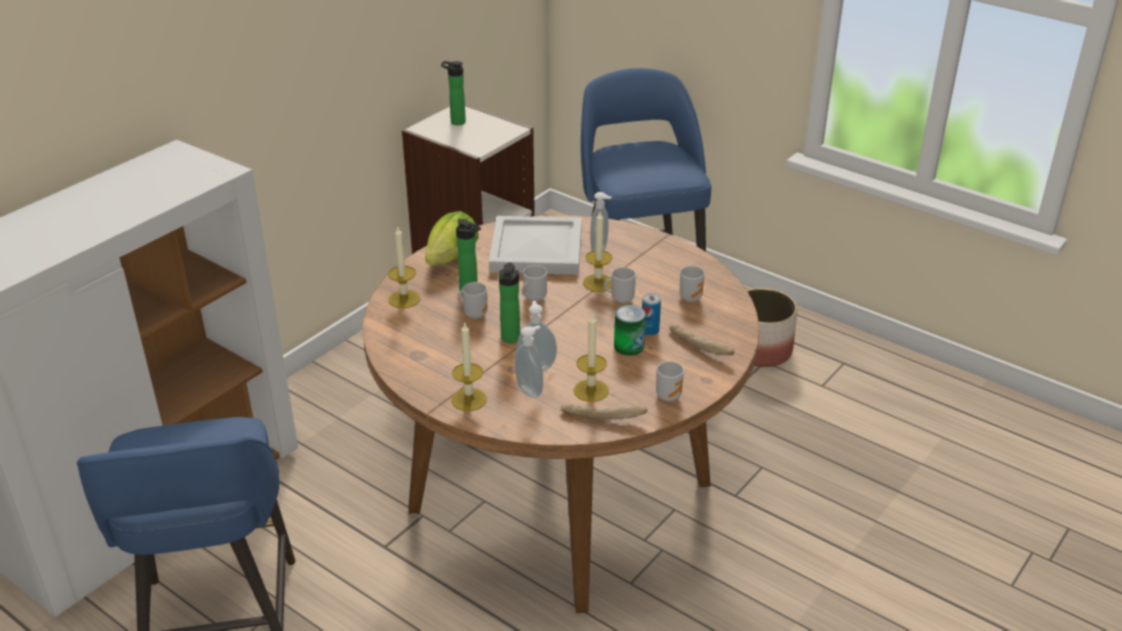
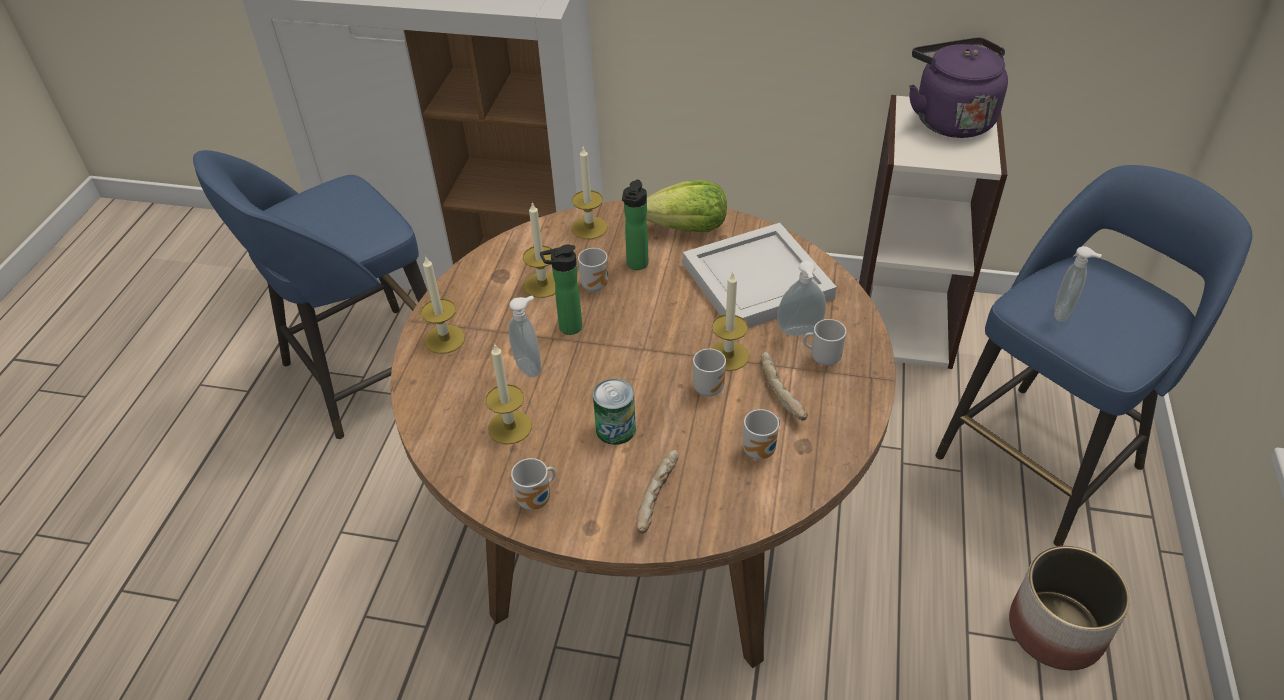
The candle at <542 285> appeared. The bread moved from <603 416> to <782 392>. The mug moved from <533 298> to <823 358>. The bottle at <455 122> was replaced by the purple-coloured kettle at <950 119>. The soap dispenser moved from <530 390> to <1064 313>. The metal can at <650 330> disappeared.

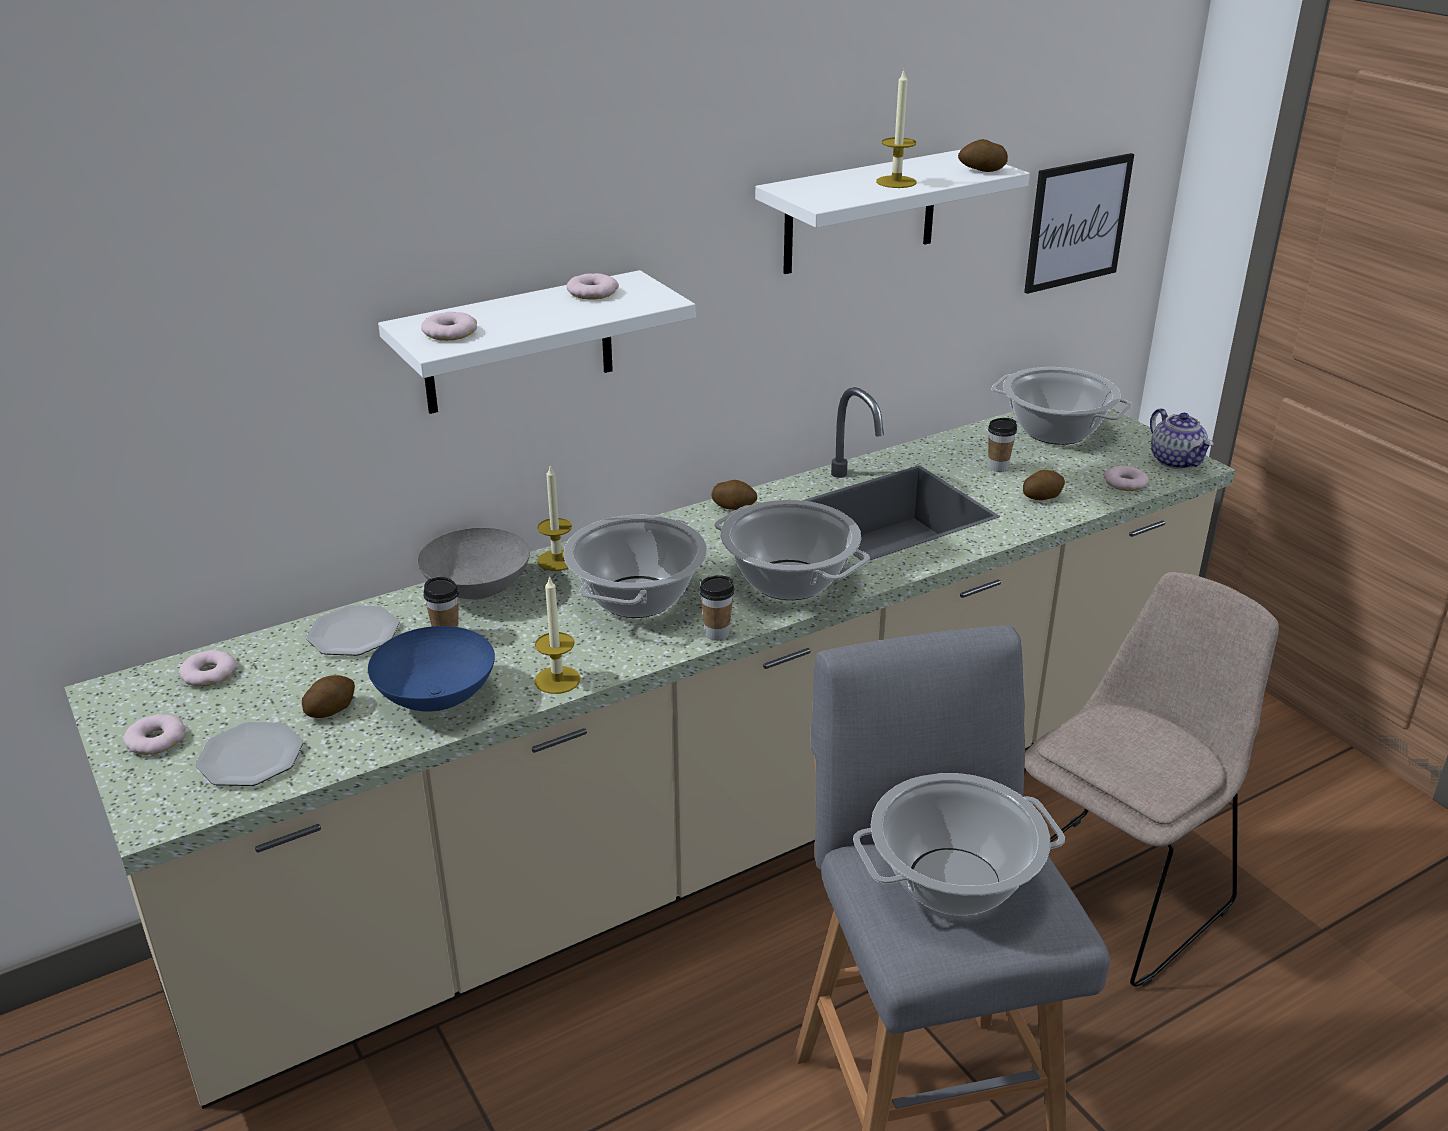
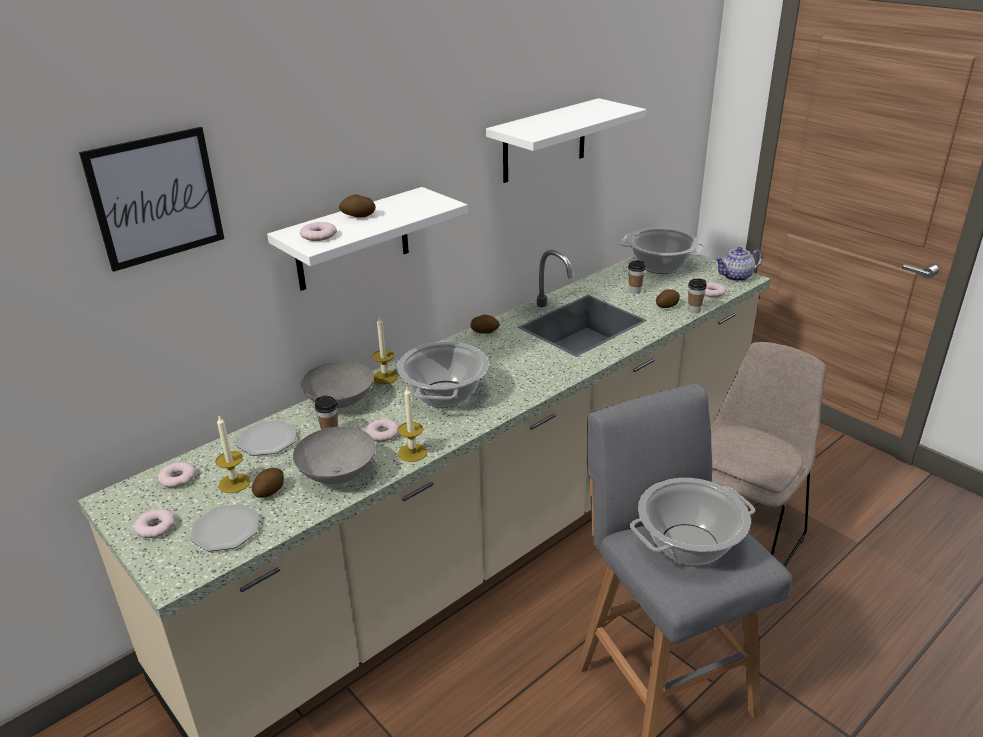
The picture moved from <1077 223> to <156 198>. The candle moved from <896 182> to <234 483>. The blue-coloured serving bowl at <438 699> became the greyish serving bowl at <339 475>. The whole potato moved from <981 170> to <358 216>. The doughnut moved from <592 292> to <383 433>. The cup moved from <717 633> to <694 310>. The teapot at <1176 461> turned 105 degrees clockwise. The saucepot at <788 581> disappeared.

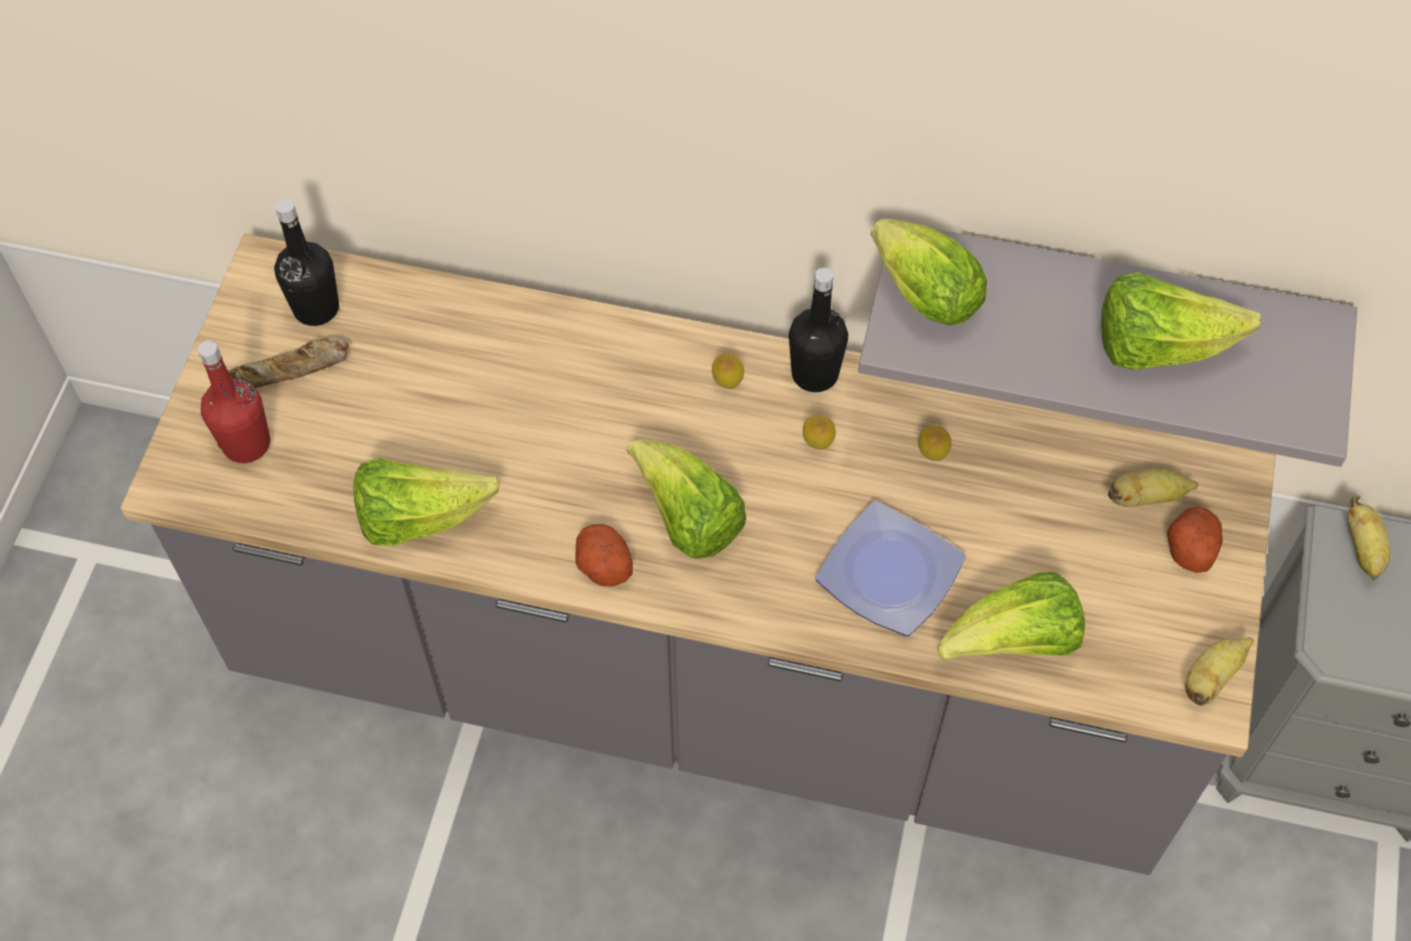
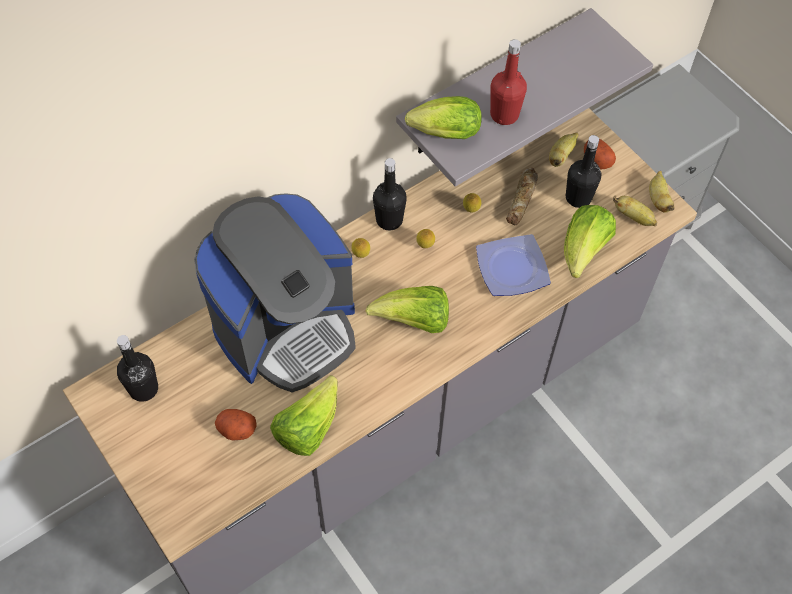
The coffee brewer at <286 327> appeared. The whole potato moved from <602 564> to <236 429>. The red-coloured bottle moved from <246 444> to <504 114>. The bread moved from <289 370> to <522 199>. The black bottle at <578 197> appeared. The whole banana moved from <1363 550> to <634 217>. The head of lettuce at <1157 347> disappeared.

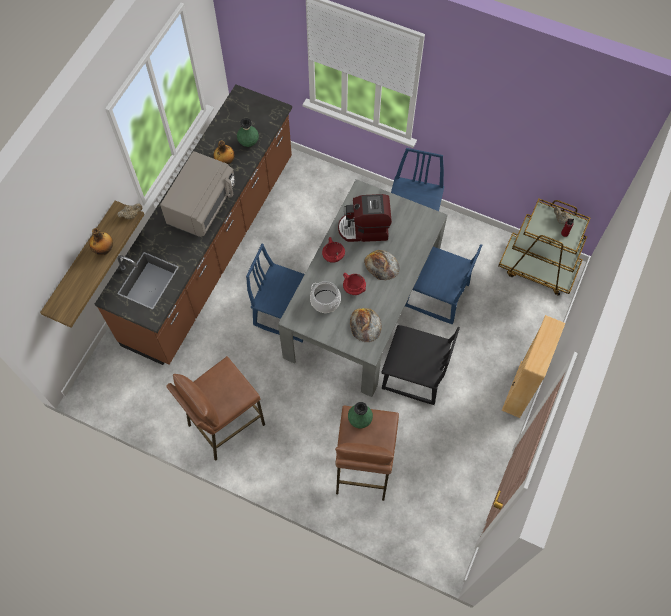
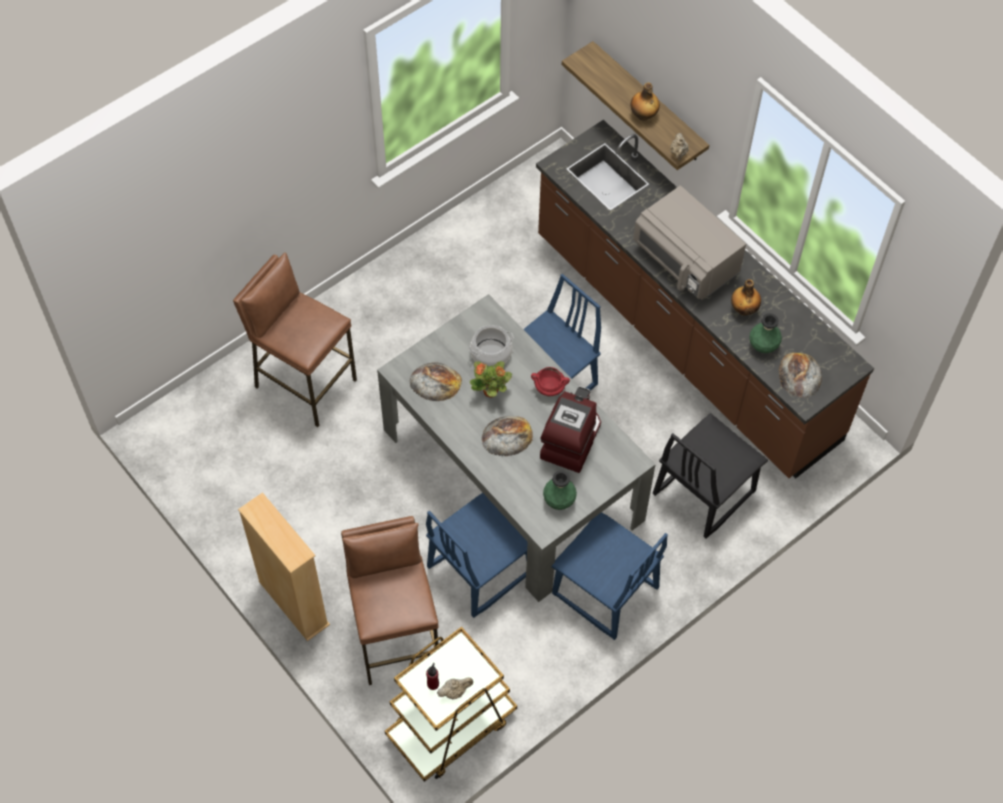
The brown-coloured stool moved from <225 424> to <396 636>. The red-coloured saucepot at <354 288> was replaced by the houseplant at <491 392>. The green flower vase moved from <359 420> to <559 501>. The black upright chair moved from <414 375> to <703 492>. The bread at <799 375> appeared.

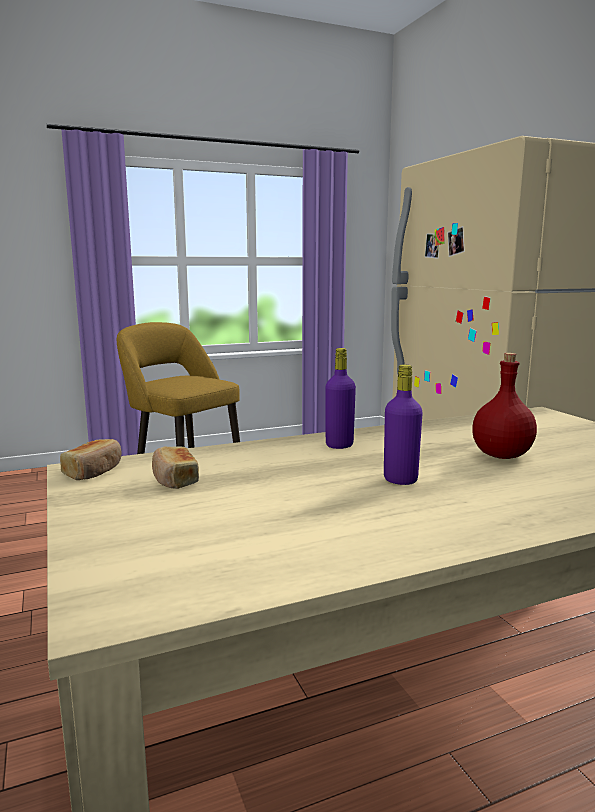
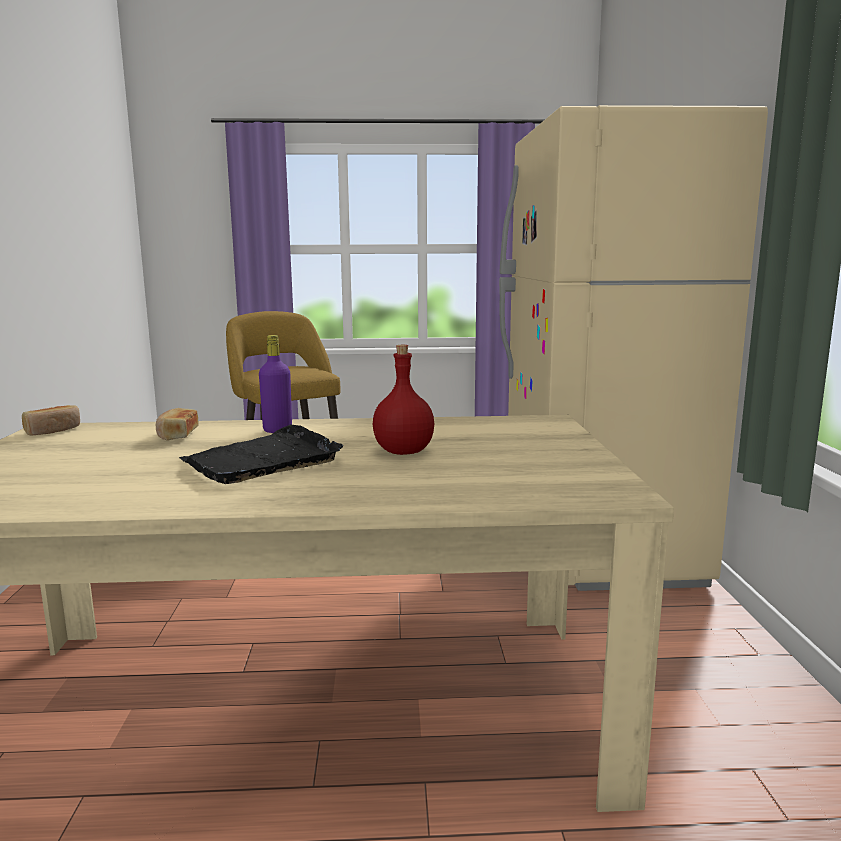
The bread moved from <174 480> to <177 435>. The purple-coloured bottle at <400 480> was replaced by the black carrying tray at <263 460>.

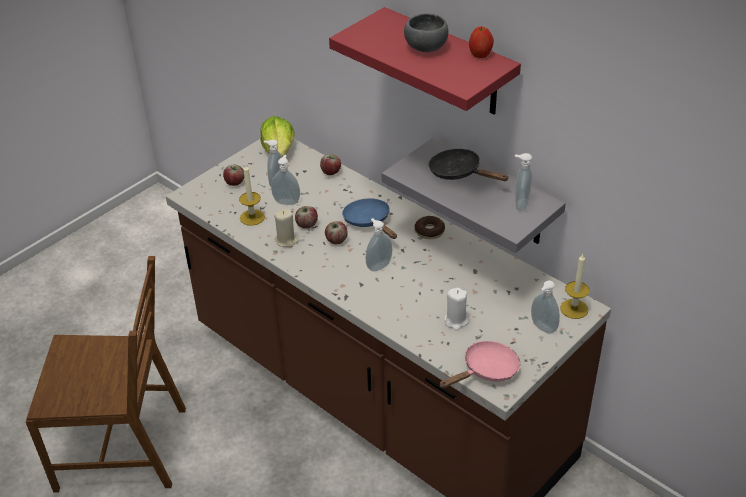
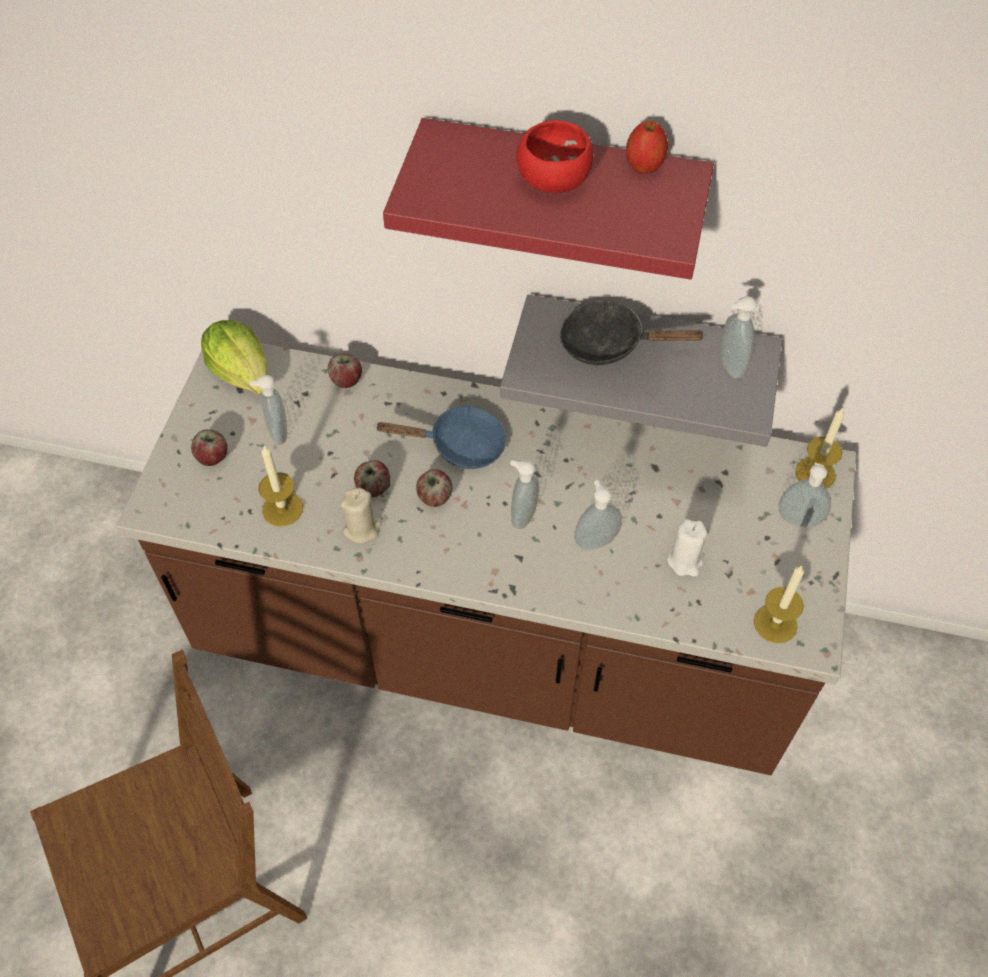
The blue-coloured pan at <369 222> turned 150 degrees clockwise. The greyish serving bowl at <426 48> became the red-coloured serving bowl at <555 182>. The soap dispenser moved from <287 201> to <595 540>. The pinkish pan at <486 371> was replaced by the candle at <775 623>. The doughnut at <429 231> disappeared.

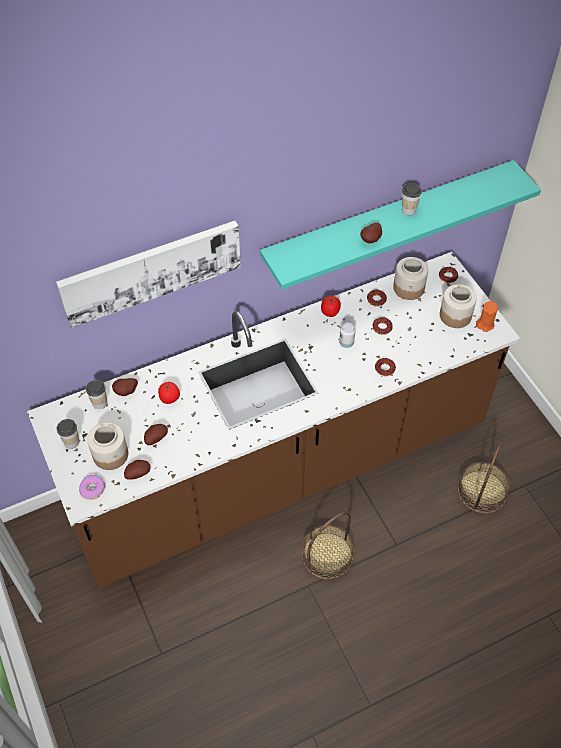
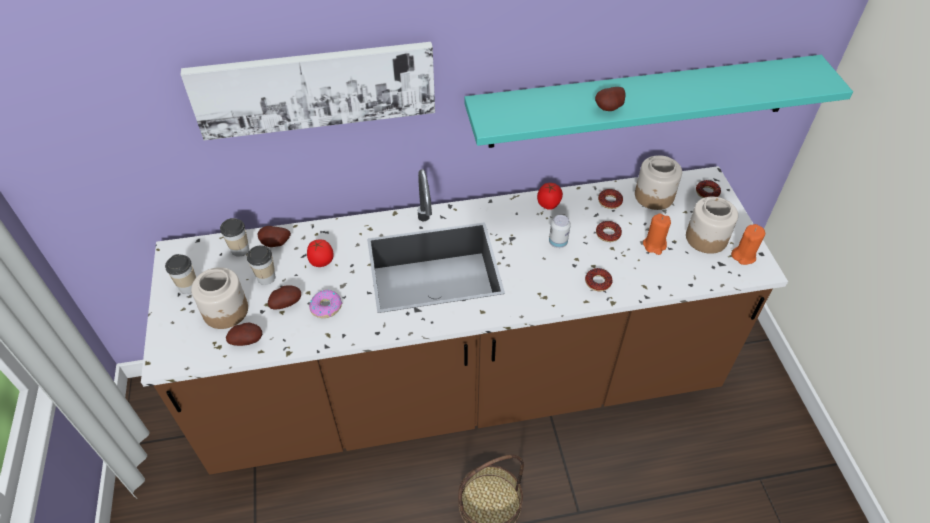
The cup moved from <408 210> to <266 277>. The doughnut moved from <92 489> to <326 307>. The orangey candle at <654 245> appeared. The storage basket at <482 491> disappeared.

